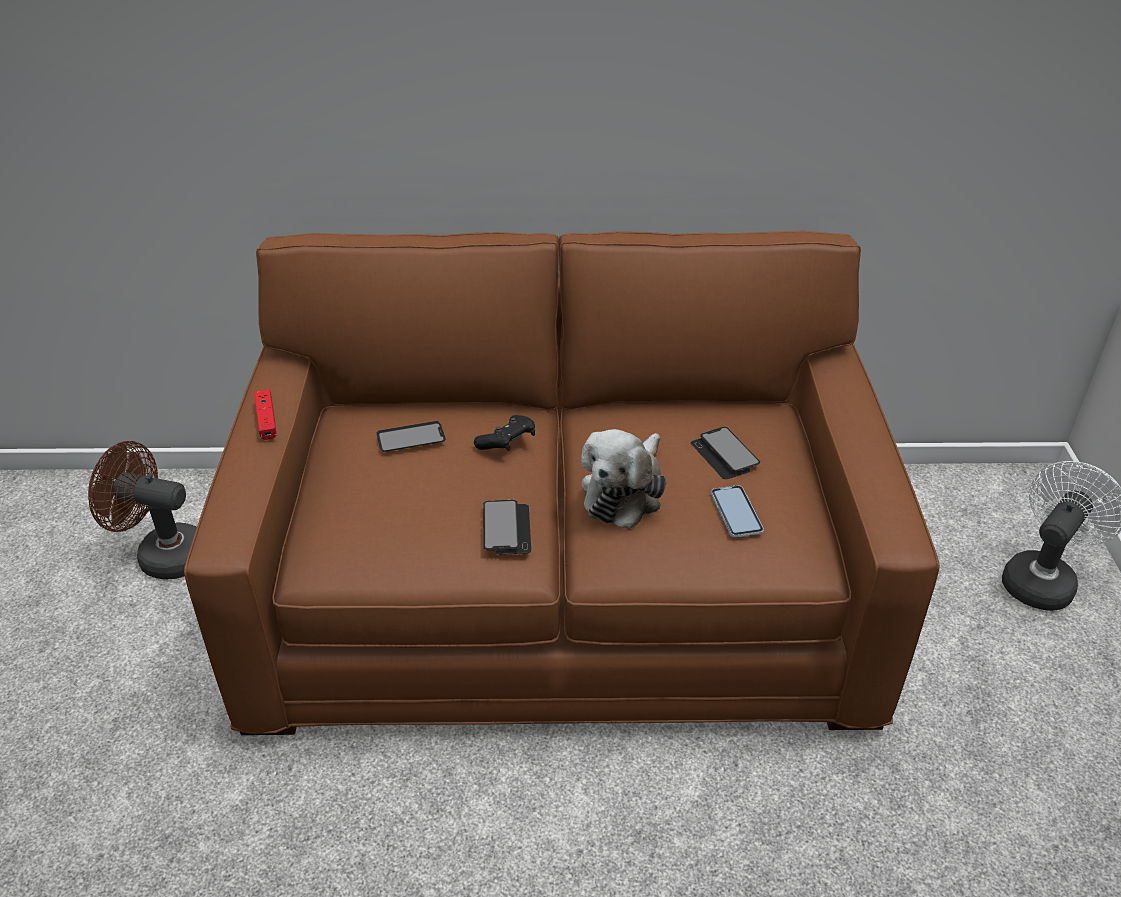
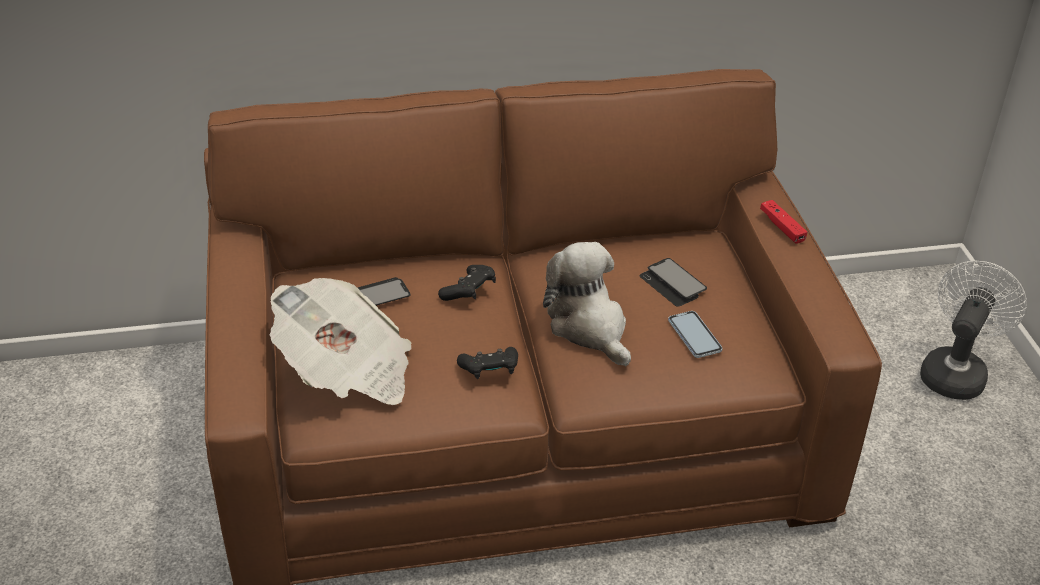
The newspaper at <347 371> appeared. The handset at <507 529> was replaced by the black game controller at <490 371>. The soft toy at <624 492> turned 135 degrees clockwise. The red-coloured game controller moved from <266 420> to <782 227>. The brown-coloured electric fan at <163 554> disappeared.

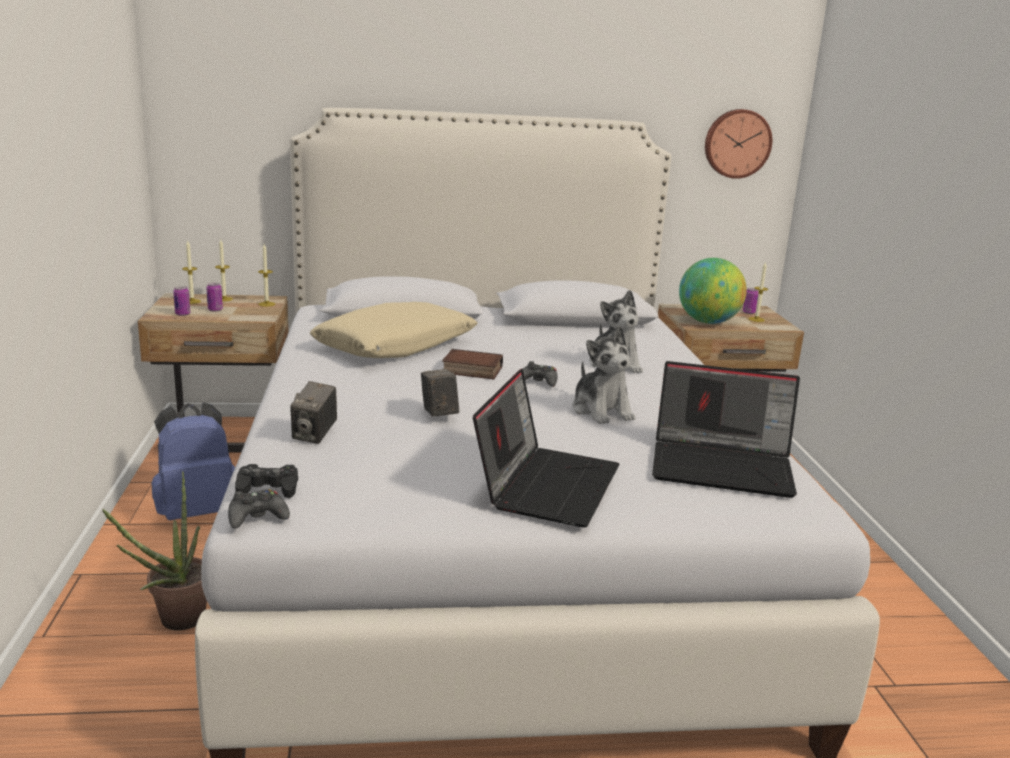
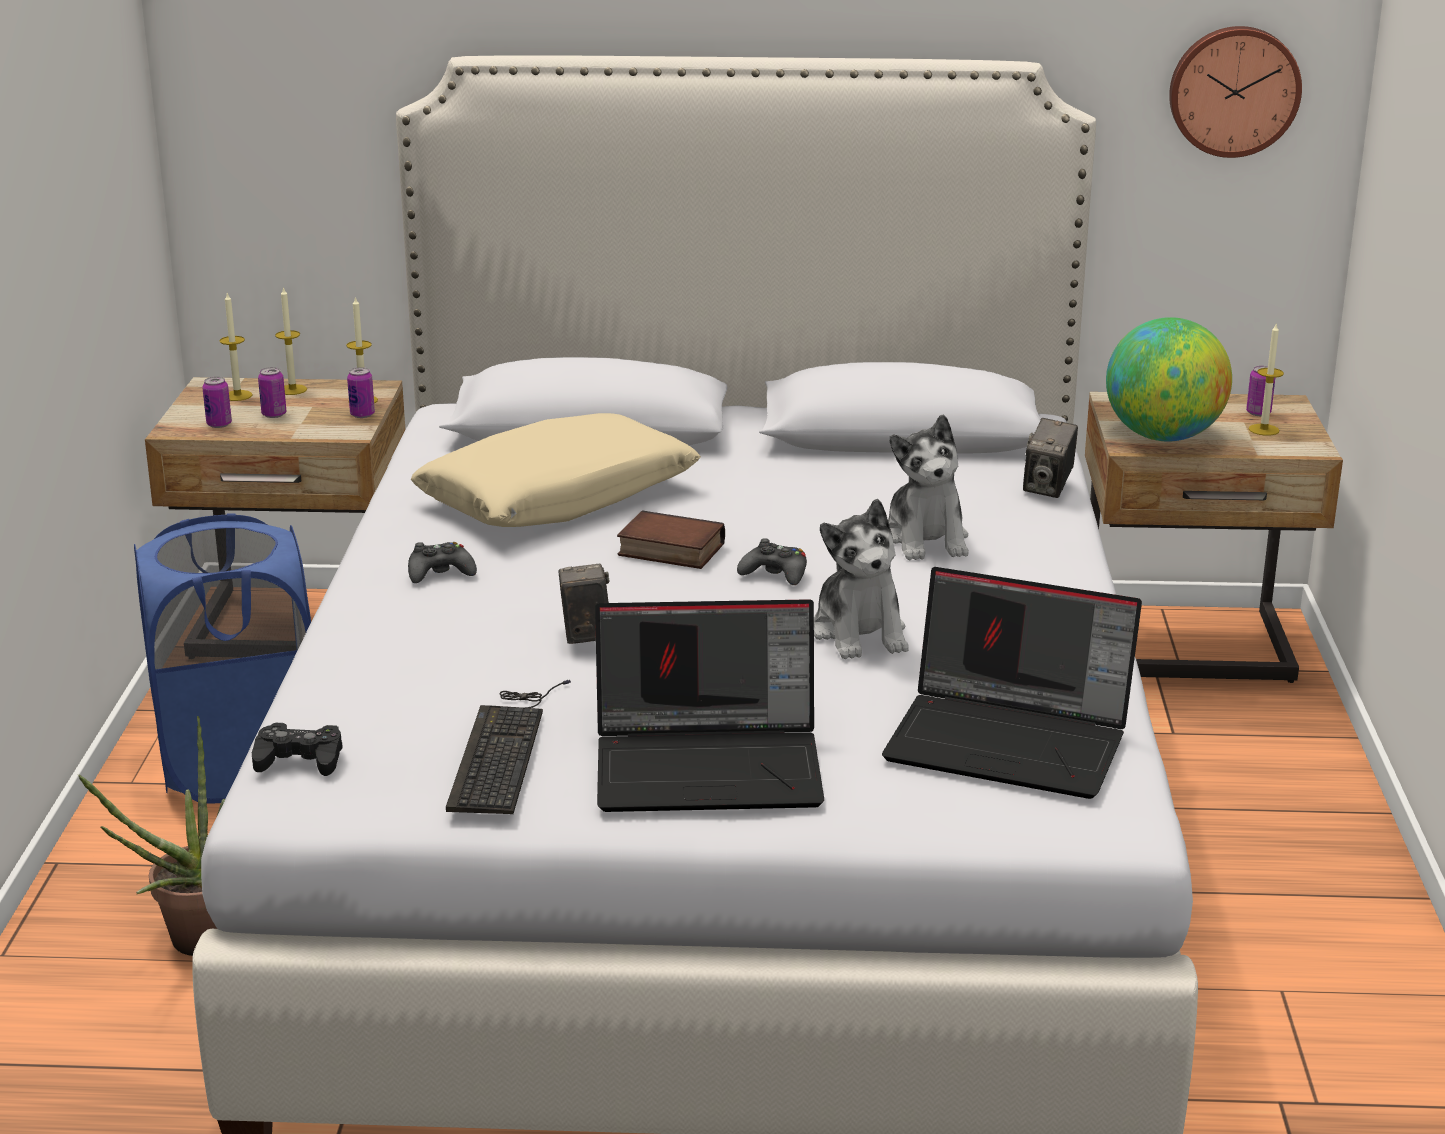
The blue-coloured backpack at <197 512> was replaced by the blue-coloured hamper at <241 765>. The metal can at <362 414> appeared. The black game controller moved from <257 517> to <440 573>. The PC keyboard at <504 747> appeared. The notebook computer at <546 484> turned 60 degrees clockwise. The photo camera moved from <314 435> to <1048 487>.

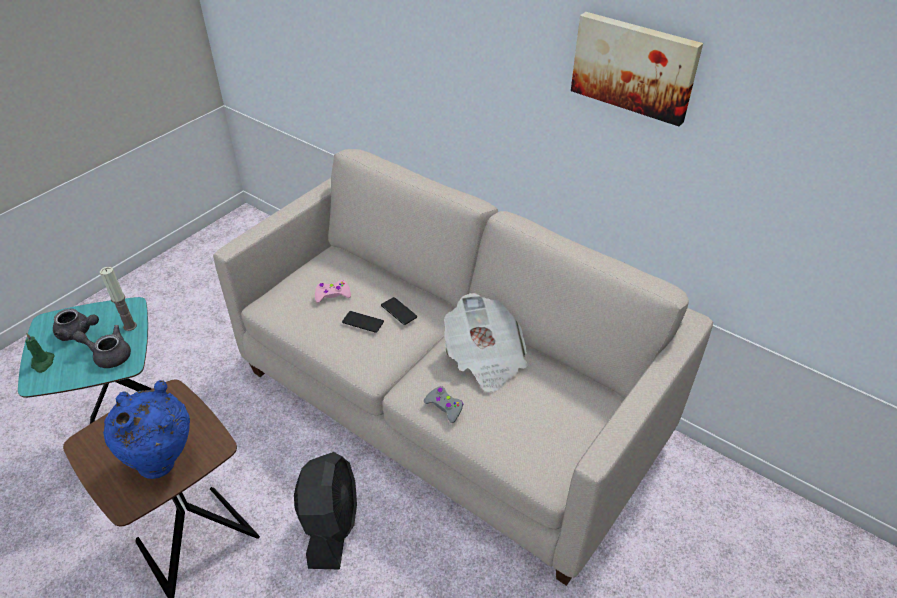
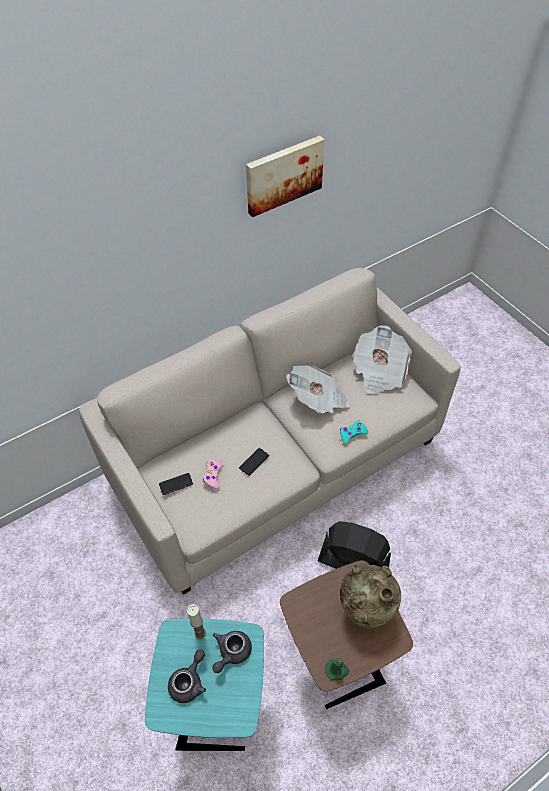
The handset moved from <399 311> to <176 484>. The green candle moved from <43 363> to <337 670>. The greyish game controller at <444 407> became the turquoise game controller at <352 434>. The blue-coloured flower vase at <164 463> became the beige-coloured flower vase at <365 611>. The newspaper at <379 371> appeared.

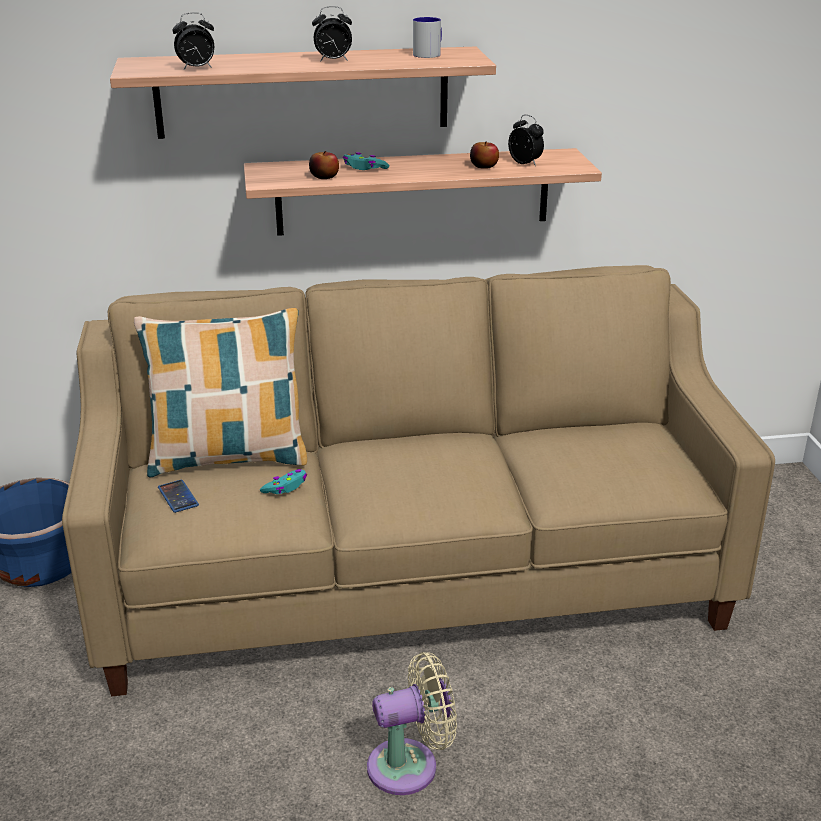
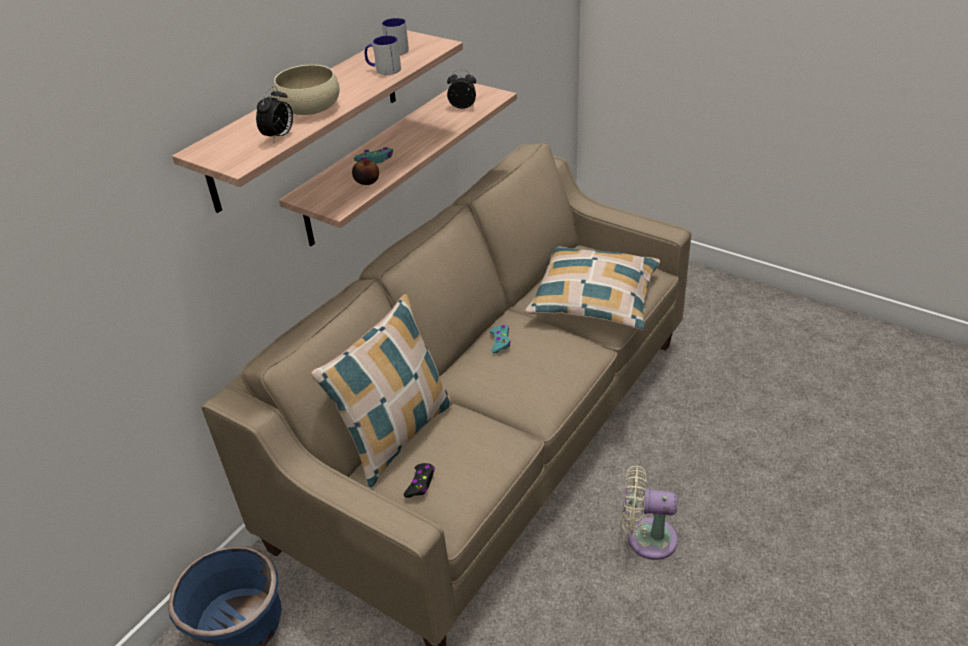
The beige-coloured serving bowl at <310 107> appeared. The mug at <383 69> appeared. The handset at <178 497> was replaced by the black game controller at <420 483>. The turquoise game controller moved from <285 487> to <500 342>. The throw pillow at <594 298> appeared. The beige-coloured electric fan at <410 765> turned 105 degrees counterclockwise. The table clock at <333 61> disappeared. The apple at <484 166> disappeared.

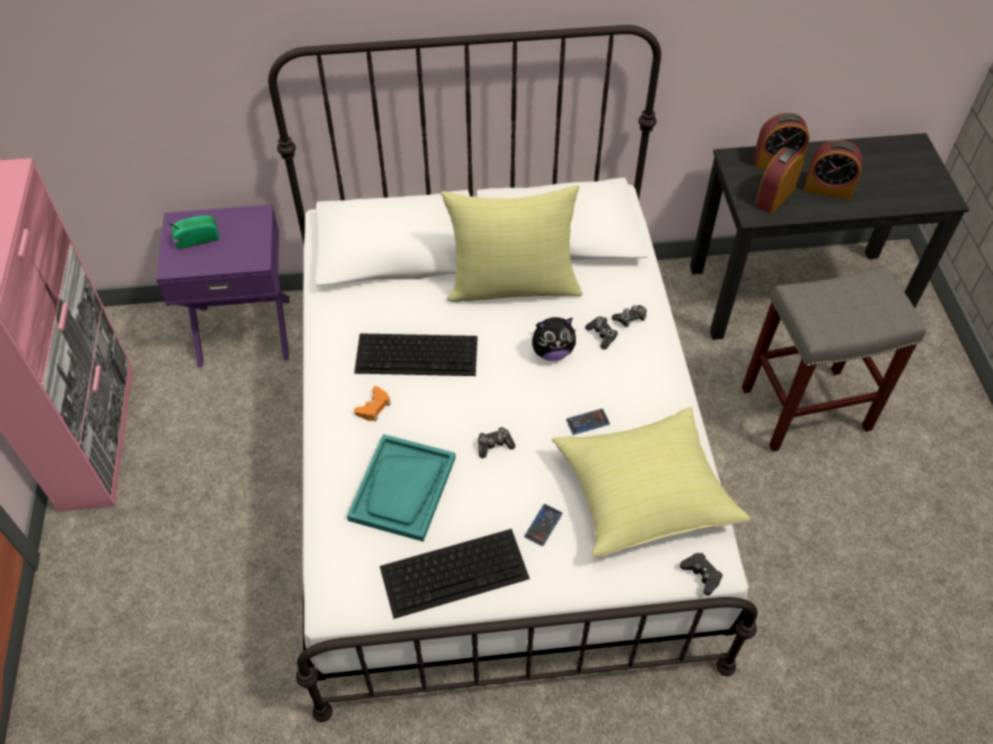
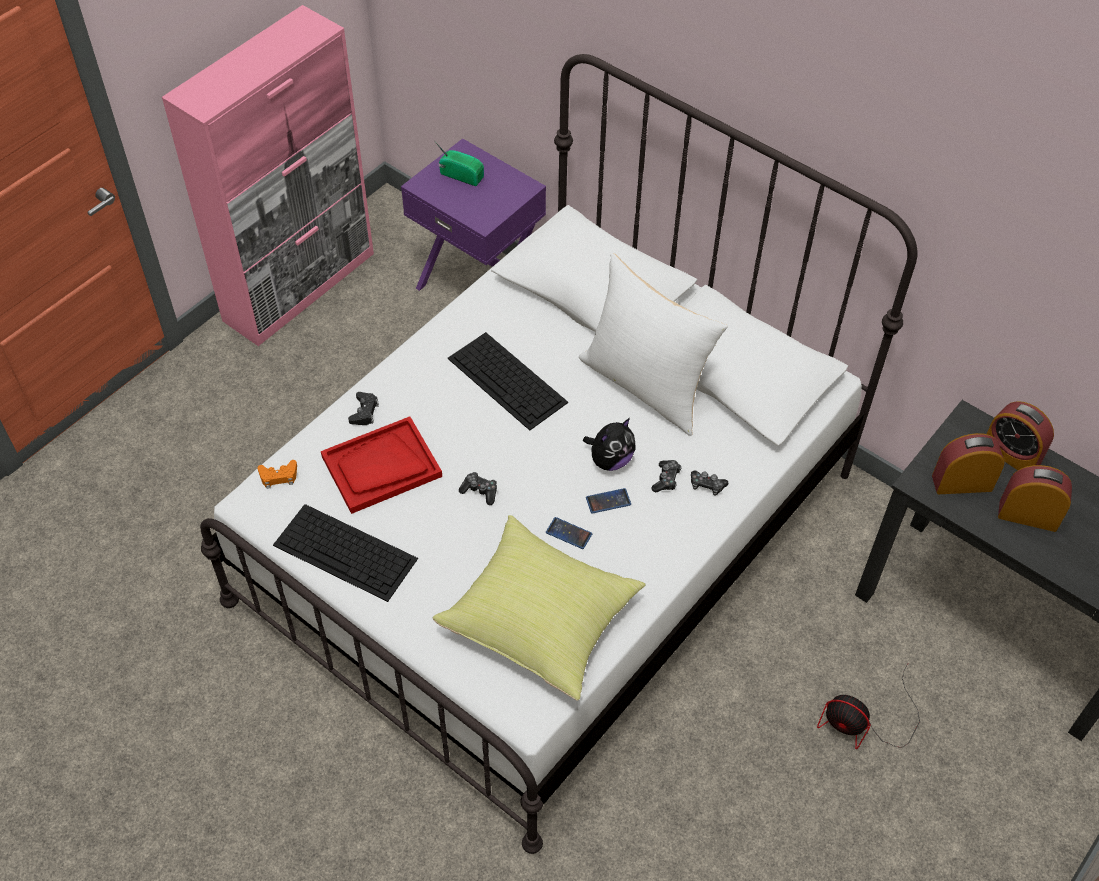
The orangey game controller moved from <374 407> to <278 476>. The turquoise carrying tray at <403 489> became the red-coloured carrying tray at <381 467>. The black game controller moved from <701 575> to <364 412>. The yellowish throw pillow at <513 285> became the white-coloured throw pillow at <646 385>. The soft toy at <552 352> turned 75 degrees counterclockwise. The handset moved from <543 525> to <608 501>. The greyish stool at <804 410> was replaced by the electric fan at <864 723>. The table clock at <828 189> turned 135 degrees clockwise.

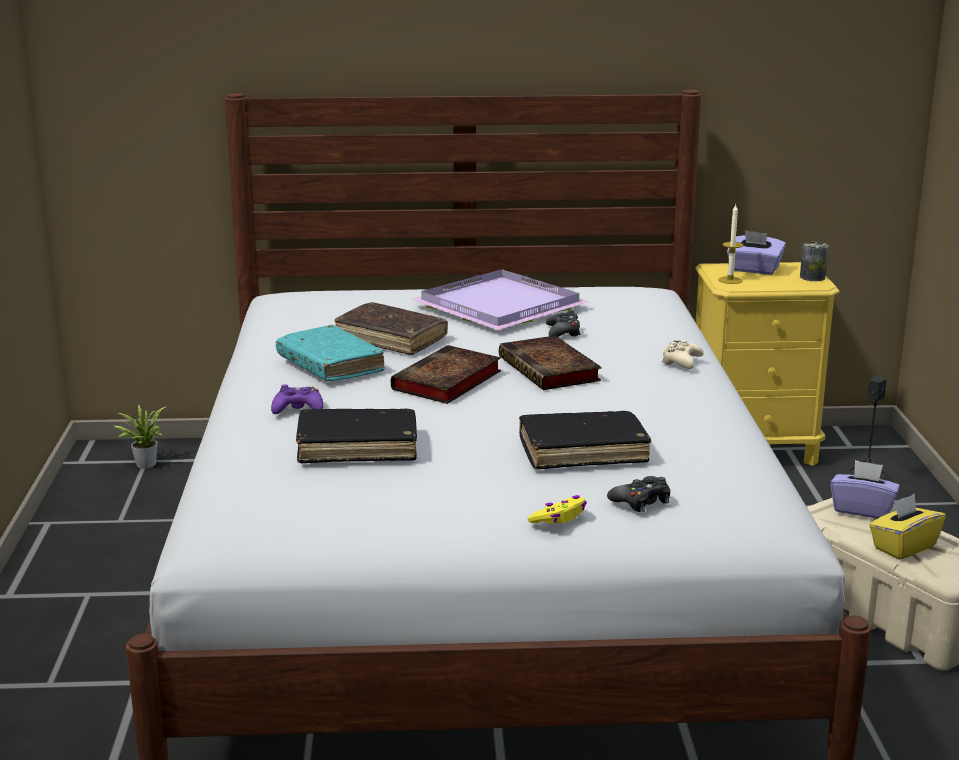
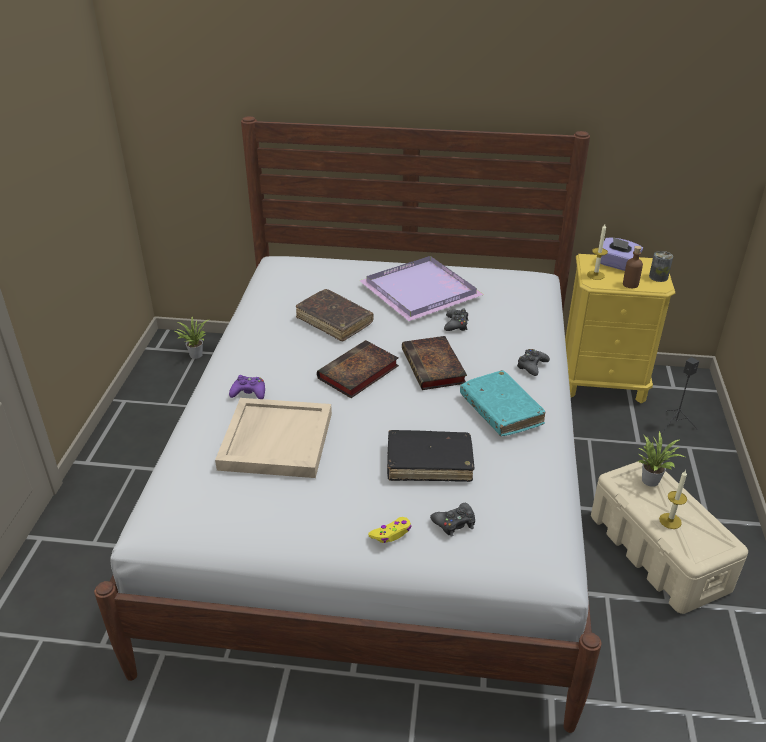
The black volume at <357 447> was replaced by the beige-coloured carrying tray at <275 440>. The turquoise volume moved from <330 365> to <501 410>. The beige-coloured game controller at <681 362> became the black game controller at <532 366>. The brown-coloured bottle at <630 284> appeared. The purple-coloured box of tissues at <862 509> was replaced by the houseplant at <651 479>. The yellowish box of tissues at <903 547> was replaced by the candle at <670 521>.

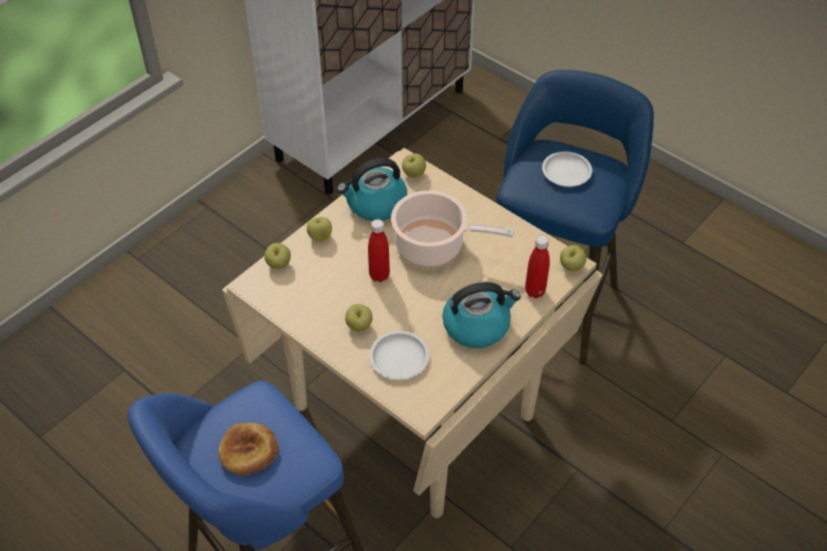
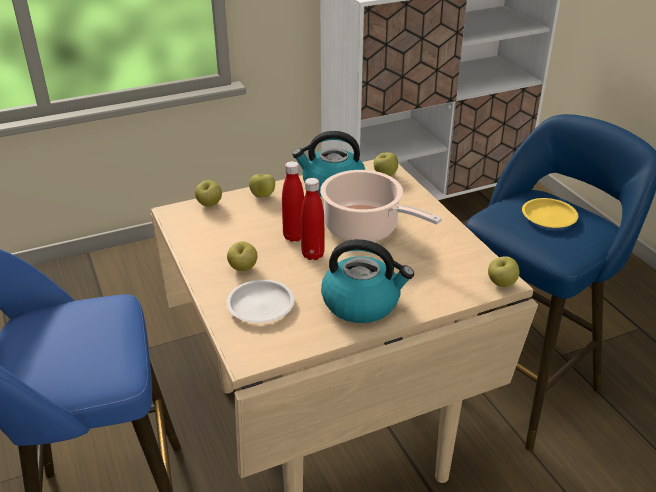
The red-coloured bottle moved from <535 291> to <313 255>. The white-coloured plate at <566 172> became the yellowish plate at <549 216>. The bread at <248 451> disappeared.

